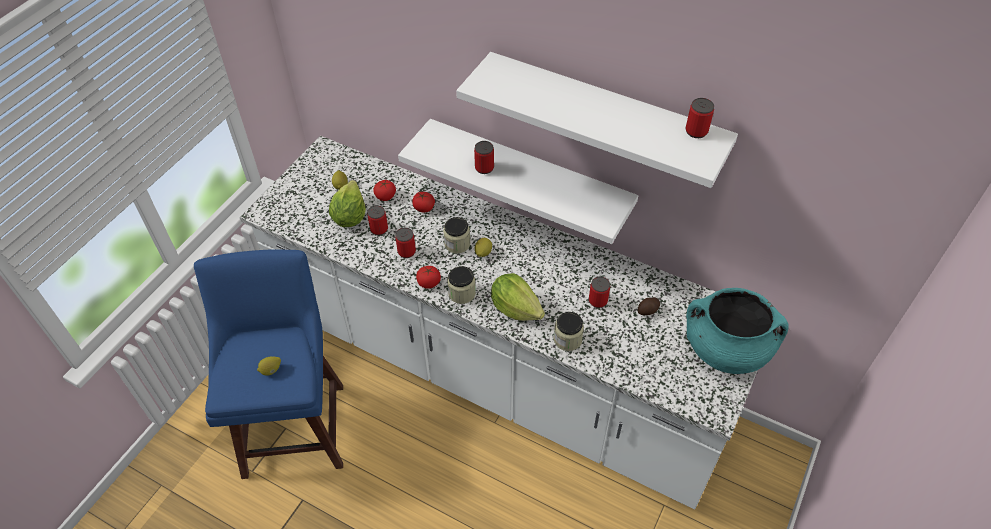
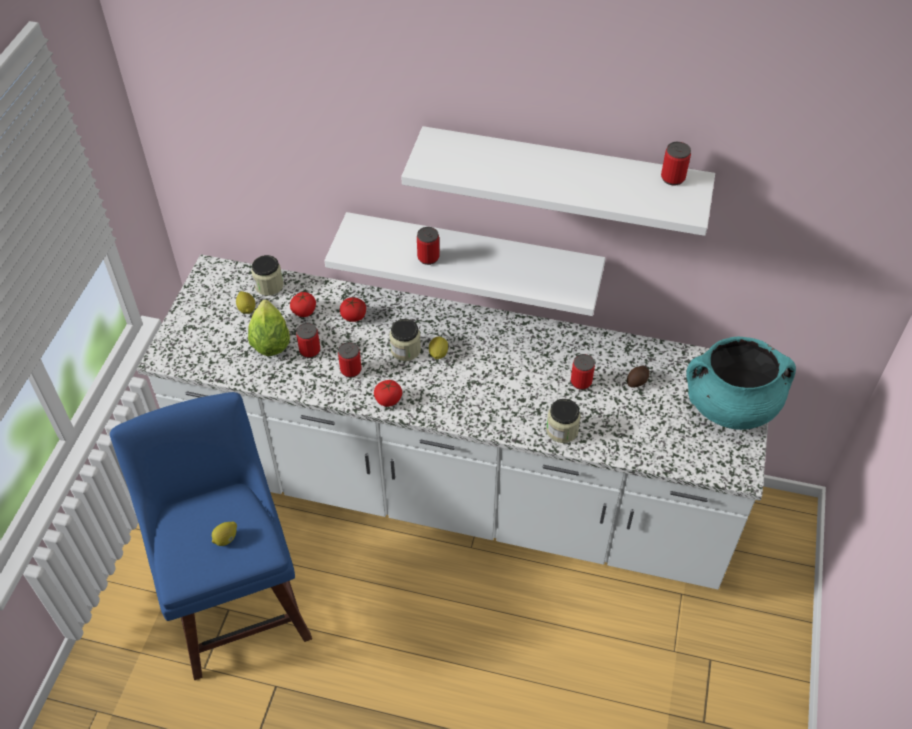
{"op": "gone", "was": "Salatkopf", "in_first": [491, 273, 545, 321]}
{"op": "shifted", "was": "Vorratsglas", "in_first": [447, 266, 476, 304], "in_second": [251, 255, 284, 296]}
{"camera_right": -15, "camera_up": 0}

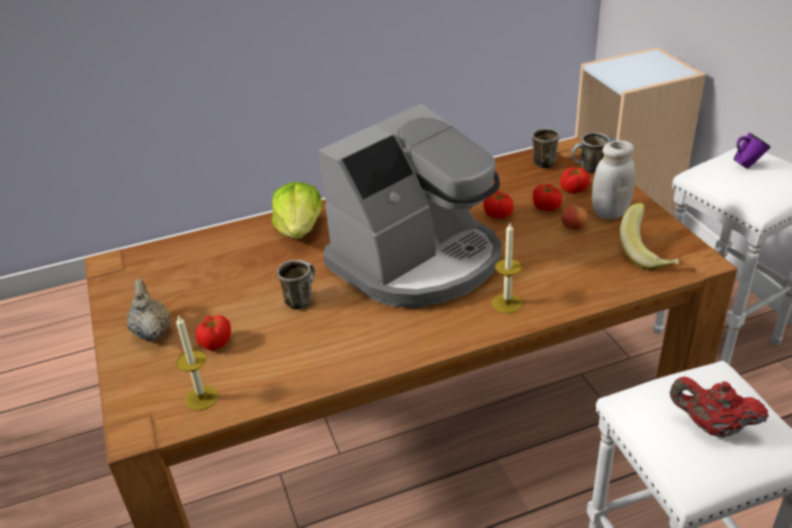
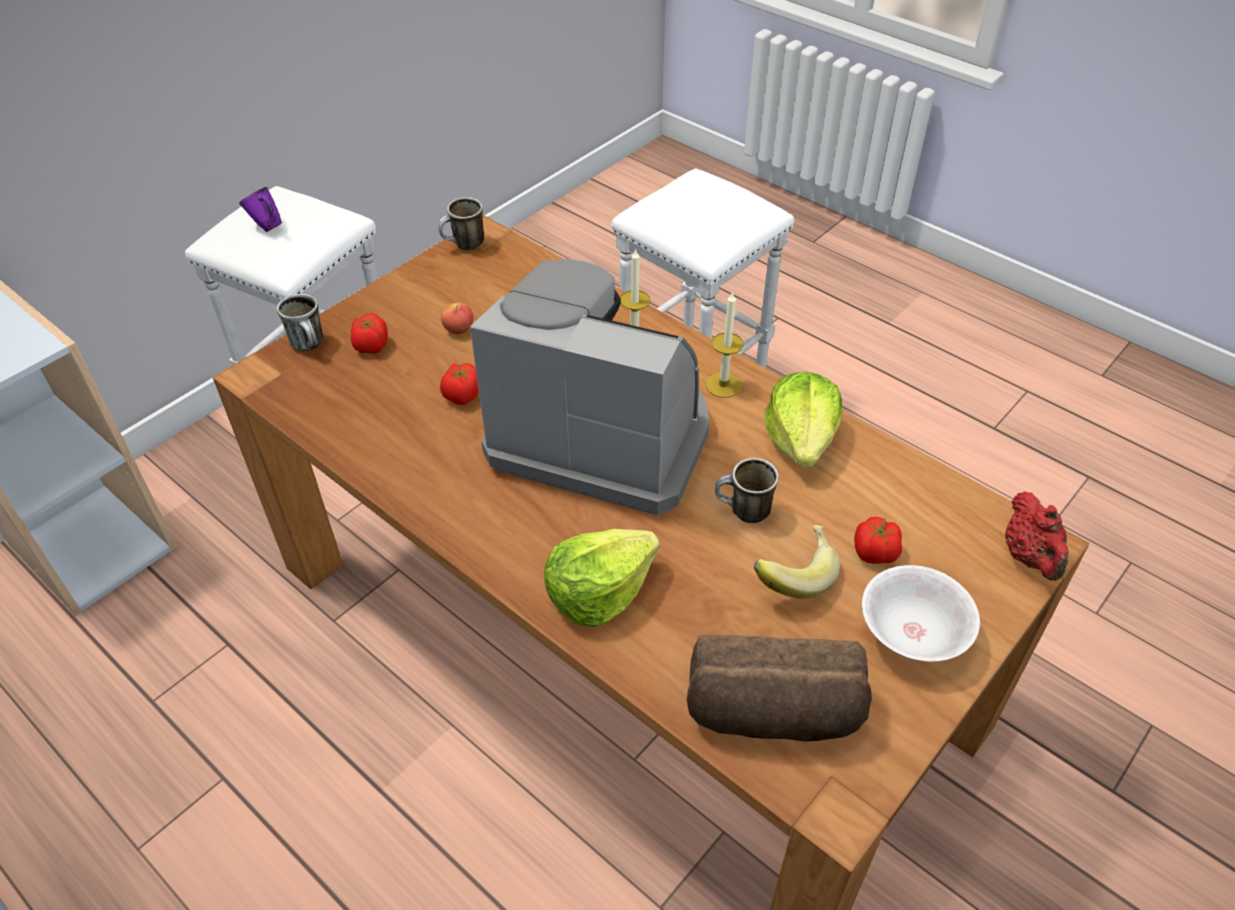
{"op": "gone", "was": "Tomate", "in_first": [533, 183, 562, 212]}
{"op": "gone", "was": "Vorratsglas (weiß)", "in_first": [592, 140, 635, 219]}
{"op": "new", "now": "Brot", "in_second": [687, 635, 872, 742]}
{"op": "new", "now": "Salatkopf", "in_second": [764, 371, 842, 467]}
{"op": "shifted", "was": "Kerze", "in_first": [176, 315, 219, 411], "in_second": [706, 291, 744, 398]}
{"op": "shifted", "was": "Henkelbecher", "in_first": [532, 128, 560, 168], "in_second": [438, 197, 484, 251]}
{"op": "shifted", "was": "Banane", "in_first": [620, 203, 679, 270], "in_second": [754, 525, 840, 599]}
{"op": "shifted", "was": "Teekanne (rot)", "in_first": [670, 377, 769, 438], "in_second": [1005, 491, 1069, 581]}
{"op": "swapped", "was": "Teekanne (beige)", "now": "Schüssel (weiß)", "in_first": [127, 278, 170, 341], "in_second": [862, 565, 980, 661]}
{"camera_right": -120, "camera_up": 10}

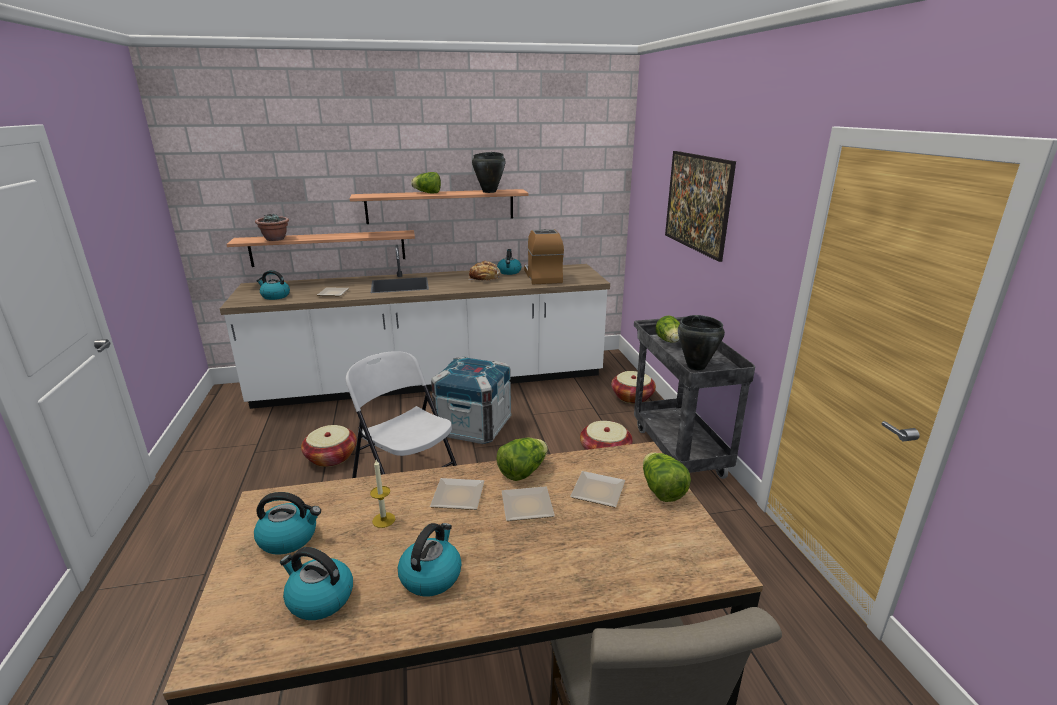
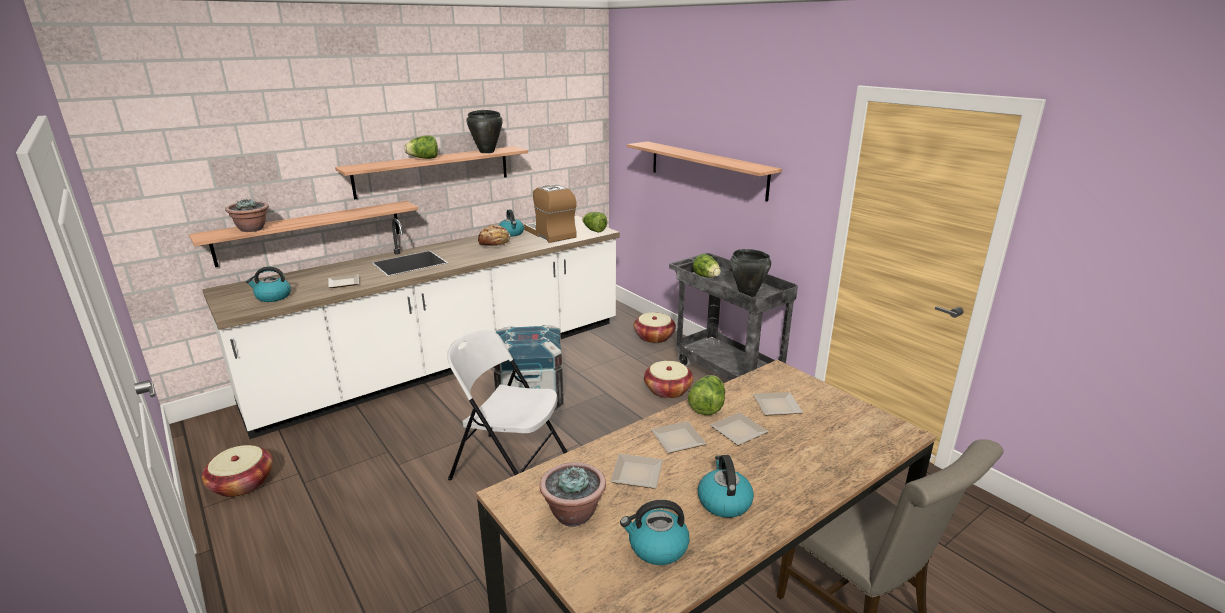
{"op": "shifted", "was": "Korb", "in_first": [301, 425, 357, 467], "in_second": [202, 445, 273, 497]}
{"op": "shifted", "was": "Salatkopf", "in_first": [643, 453, 691, 502], "in_second": [582, 212, 607, 233]}
{"op": "swapped", "was": "Wasserkessel", "now": "Topfpflanze", "in_first": [254, 492, 321, 555], "in_second": [540, 462, 606, 527]}
{"op": "swapped", "was": "Kerze", "now": "Teller", "in_first": [370, 460, 395, 528], "in_second": [610, 454, 663, 489]}
{"op": "swapped", "was": "Bild", "now": "Wandregal", "in_first": [665, 151, 736, 262], "in_second": [627, 142, 782, 201]}
{"camera_right": -25, "camera_up": 0}

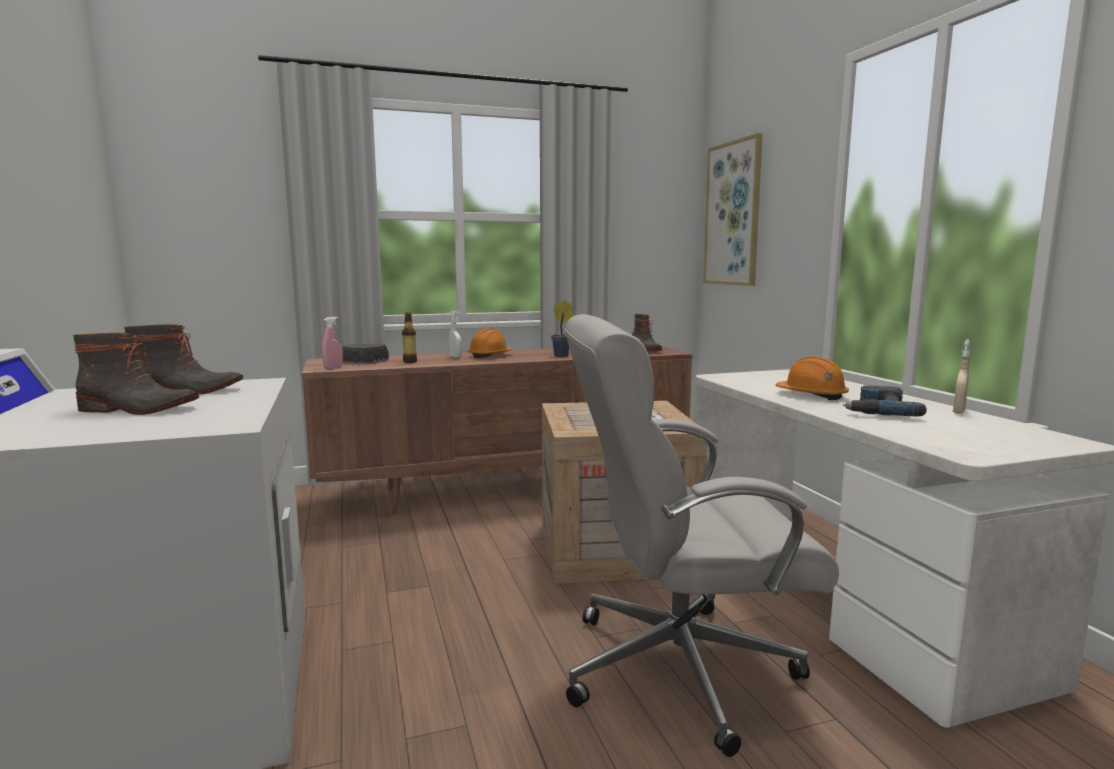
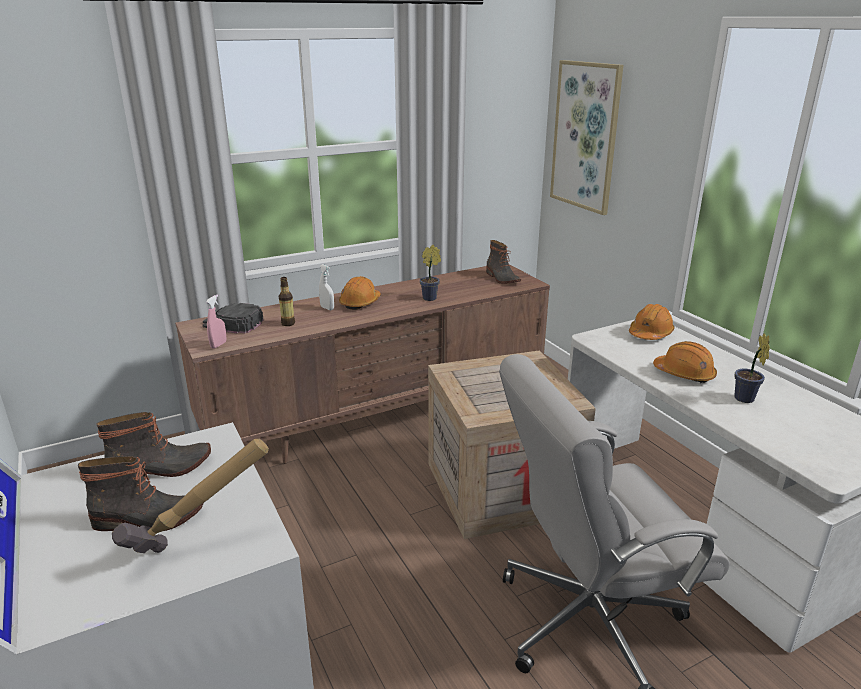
{"op": "gone", "was": "Sprühflasche (beige)", "in_first": [953, 339, 970, 414]}
{"op": "new", "now": "Hammer", "in_second": [112, 439, 269, 553]}
{"op": "new", "now": "Schutzhelm (orange)", "in_second": [629, 304, 675, 340]}
{"op": "swapped", "was": "Bohrmaschine", "now": "Topfpflanze", "in_first": [843, 385, 927, 416], "in_second": [734, 333, 770, 403]}
{"camera_right": -10, "camera_up": 15}

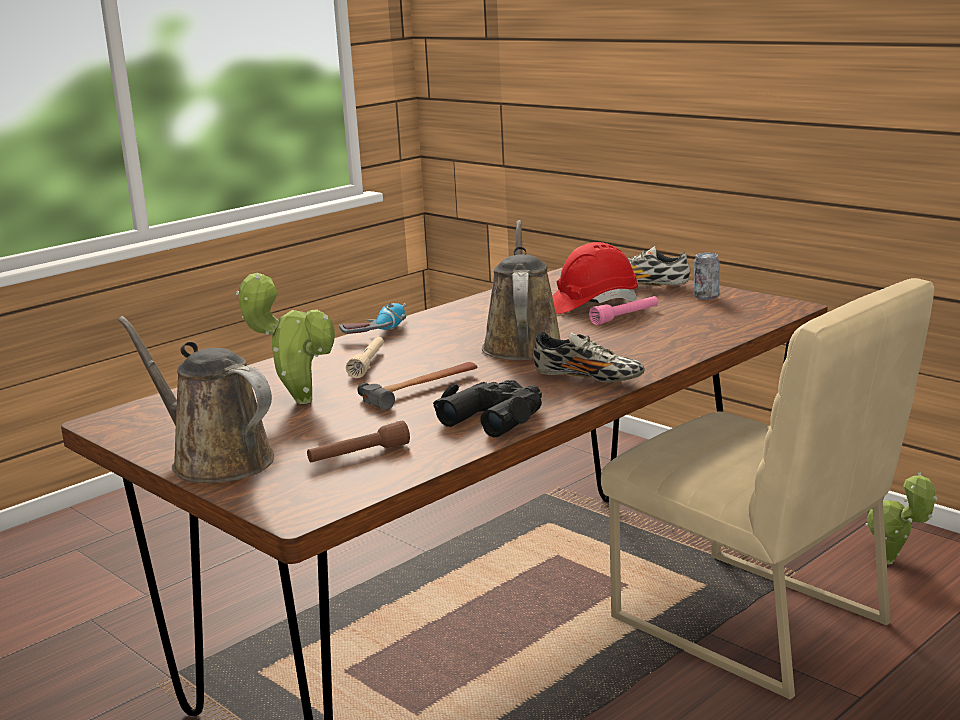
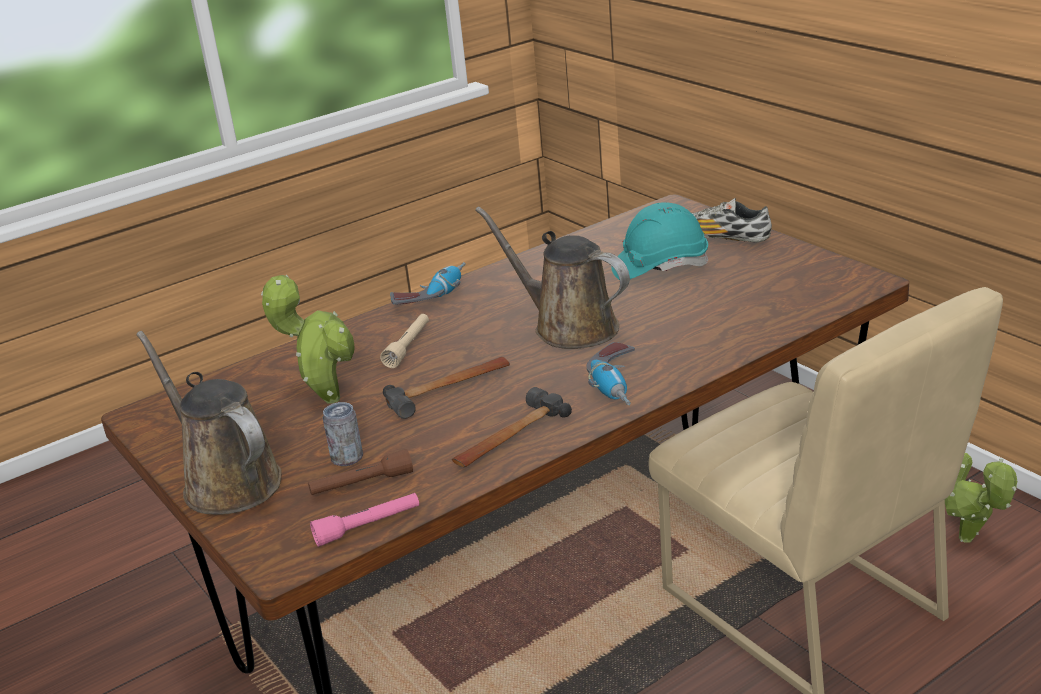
{"op": "shifted", "was": "Taschenlampe (rosa)", "in_first": [589, 296, 658, 325], "in_second": [310, 493, 419, 547]}
{"op": "shifted", "was": "Dose", "in_first": [694, 253, 719, 300], "in_second": [323, 402, 363, 466]}
{"op": "swapped", "was": "Fernglas (schwarz)", "now": "Hammer", "in_first": [433, 380, 542, 437], "in_second": [452, 387, 572, 467]}
{"op": "swapped", "was": "Schuh", "now": "Bohrmaschine", "in_first": [533, 332, 645, 382], "in_second": [587, 342, 635, 405]}
{"op": "repainted", "was": "Schutzhelm (rot)", "now": "Schutzhelm (türkis)", "in_first": [552, 242, 638, 314], "in_second": [612, 202, 708, 280]}
{"op": "rotated", "was": "Gießkanne (braun)", "in_first": [482, 220, 561, 360], "in_second": [475, 207, 630, 349], "clockwise": -60}
{"camera_right": 10, "camera_up": 10}

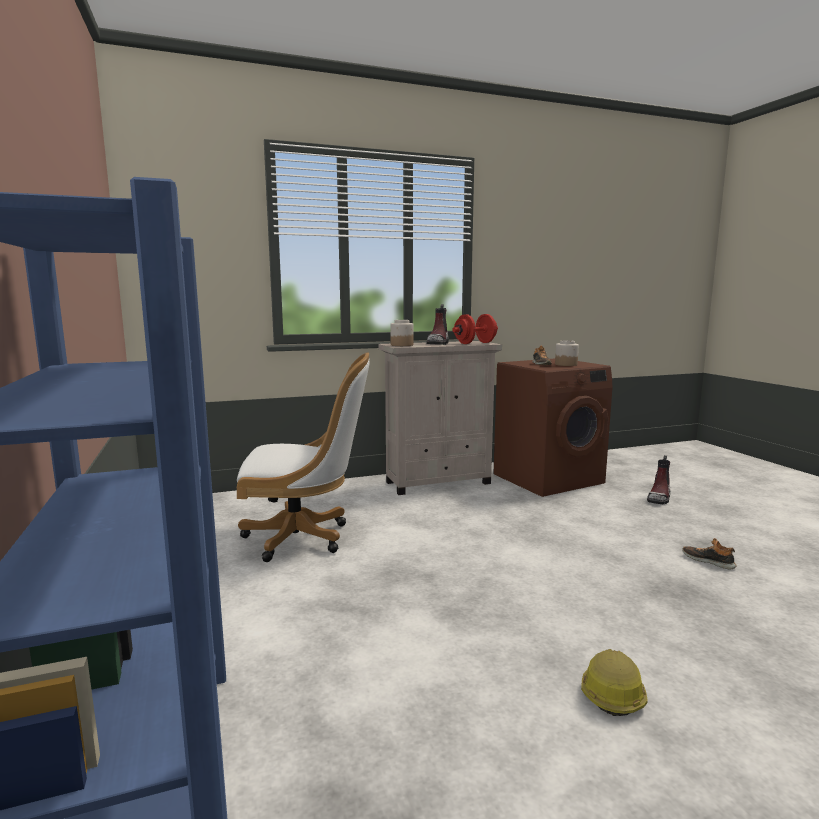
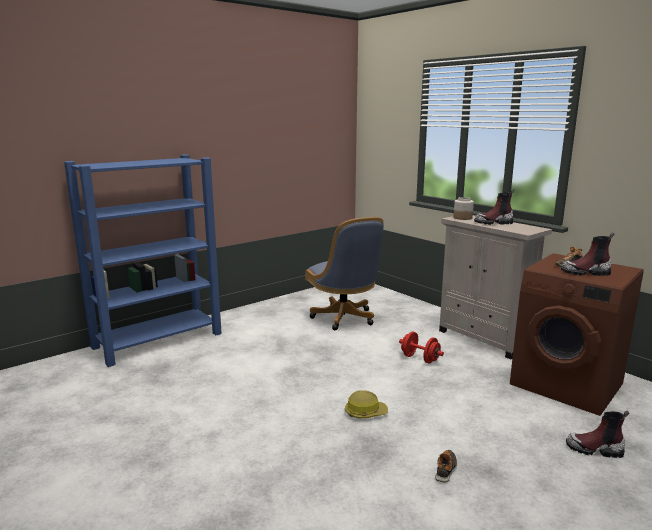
{"op": "shifted", "was": "Hantel (rot)", "in_first": [452, 314, 498, 344], "in_second": [399, 332, 444, 364]}
{"op": "shifted", "was": "Schutzhelm", "in_first": [581, 649, 648, 716], "in_second": [345, 390, 388, 418]}
{"op": "swapped", "was": "Vorratsglas", "now": "Stiefel", "in_first": [555, 340, 579, 366], "in_second": [561, 233, 615, 276]}
{"op": "repainted", "was": "Bürostuhl (weiß)", "now": "Bürostuhl (blau)", "in_first": [237, 353, 370, 562], "in_second": [305, 217, 384, 330]}
{"camera_right": 70, "camera_up": 5}

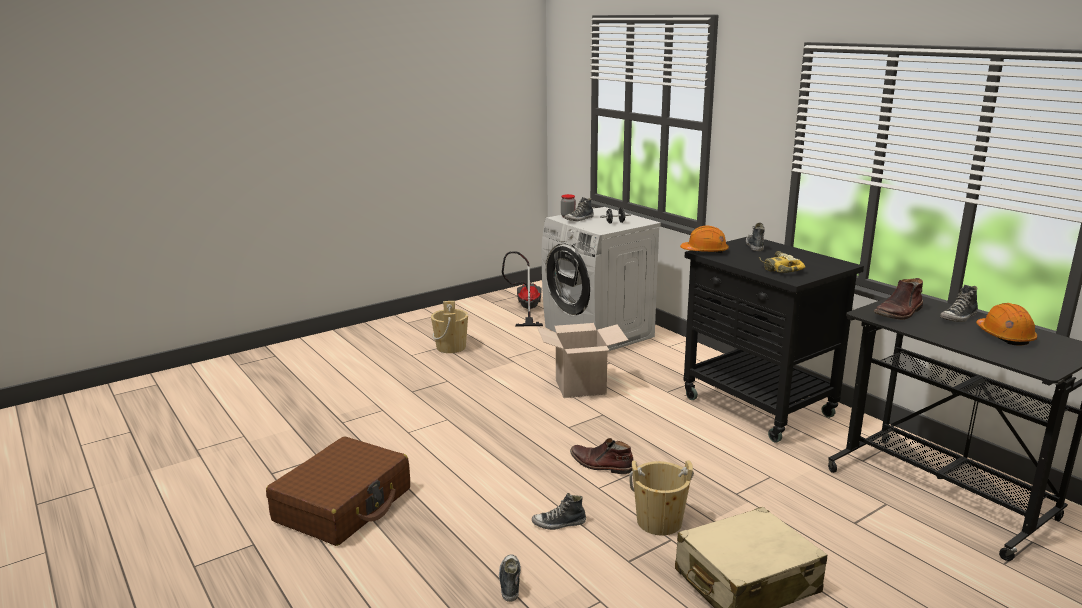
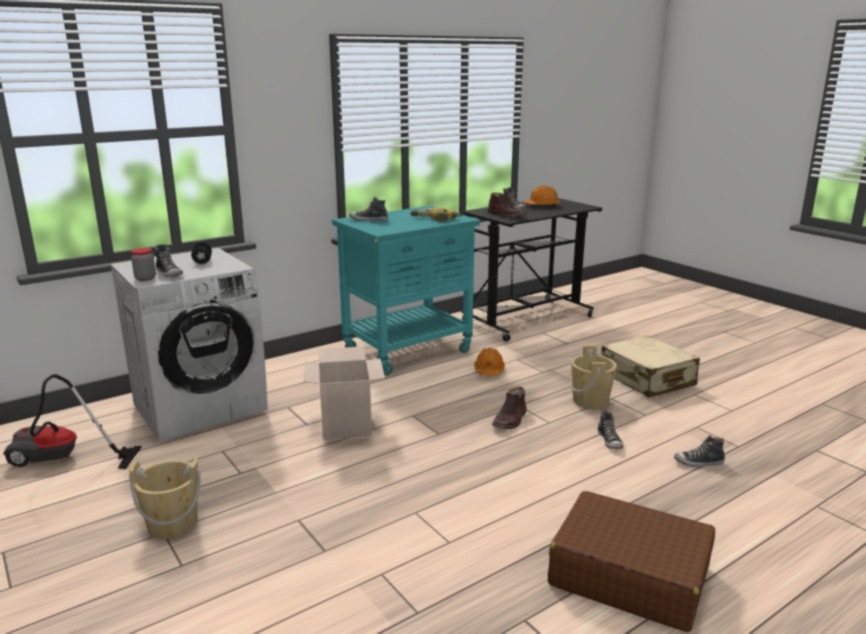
{"op": "shifted", "was": "Schutzhelm (orange)", "in_first": [680, 226, 729, 254], "in_second": [474, 347, 505, 376]}
{"op": "repainted", "was": "Rollwagen (schwarz)", "now": "Rollwagen (türkis)", "in_first": [684, 237, 864, 443], "in_second": [332, 206, 480, 375]}
{"camera_right": -90, "camera_up": 0}

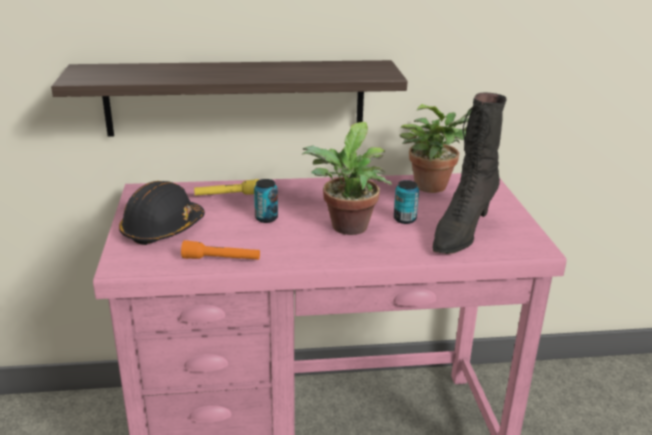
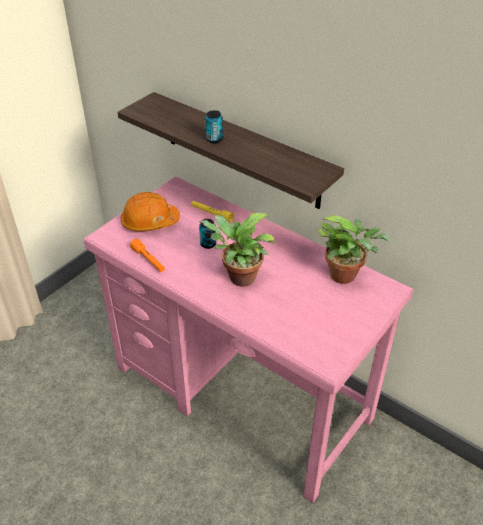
{"op": "gone", "was": "Stiefel (schwarz)", "in_first": [432, 93, 506, 254]}
{"op": "shifted", "was": "Dose", "in_first": [394, 180, 419, 224], "in_second": [205, 110, 223, 143]}
{"op": "repainted", "was": "Schutzhelm (schwarz)", "now": "Schutzhelm (orange)", "in_first": [119, 181, 205, 245], "in_second": [121, 192, 180, 231]}
{"camera_right": 45, "camera_up": 15}

